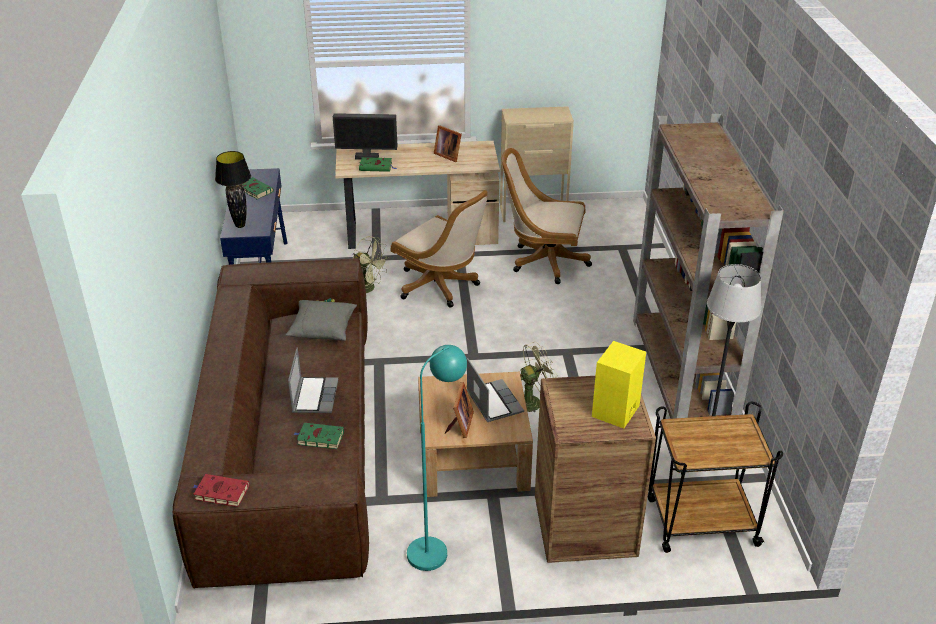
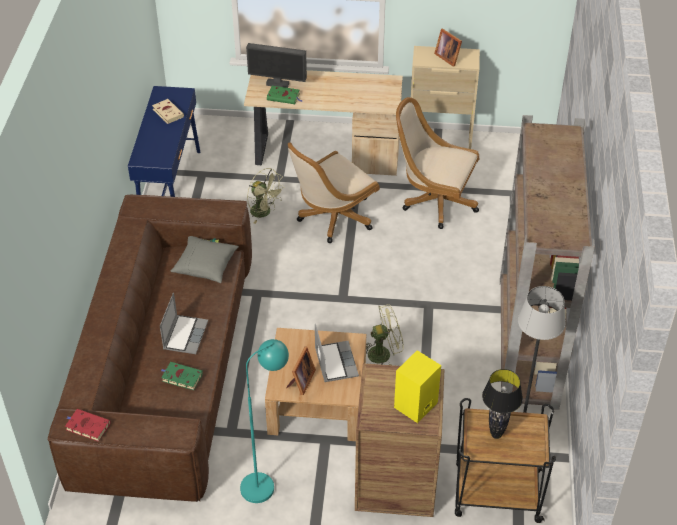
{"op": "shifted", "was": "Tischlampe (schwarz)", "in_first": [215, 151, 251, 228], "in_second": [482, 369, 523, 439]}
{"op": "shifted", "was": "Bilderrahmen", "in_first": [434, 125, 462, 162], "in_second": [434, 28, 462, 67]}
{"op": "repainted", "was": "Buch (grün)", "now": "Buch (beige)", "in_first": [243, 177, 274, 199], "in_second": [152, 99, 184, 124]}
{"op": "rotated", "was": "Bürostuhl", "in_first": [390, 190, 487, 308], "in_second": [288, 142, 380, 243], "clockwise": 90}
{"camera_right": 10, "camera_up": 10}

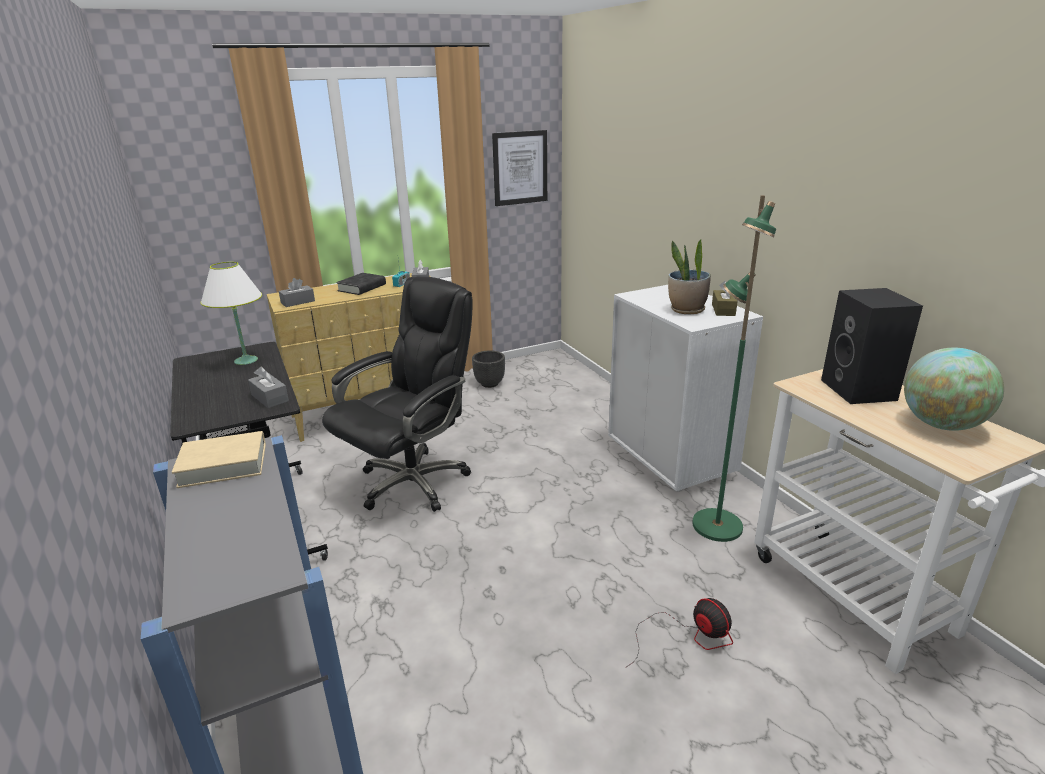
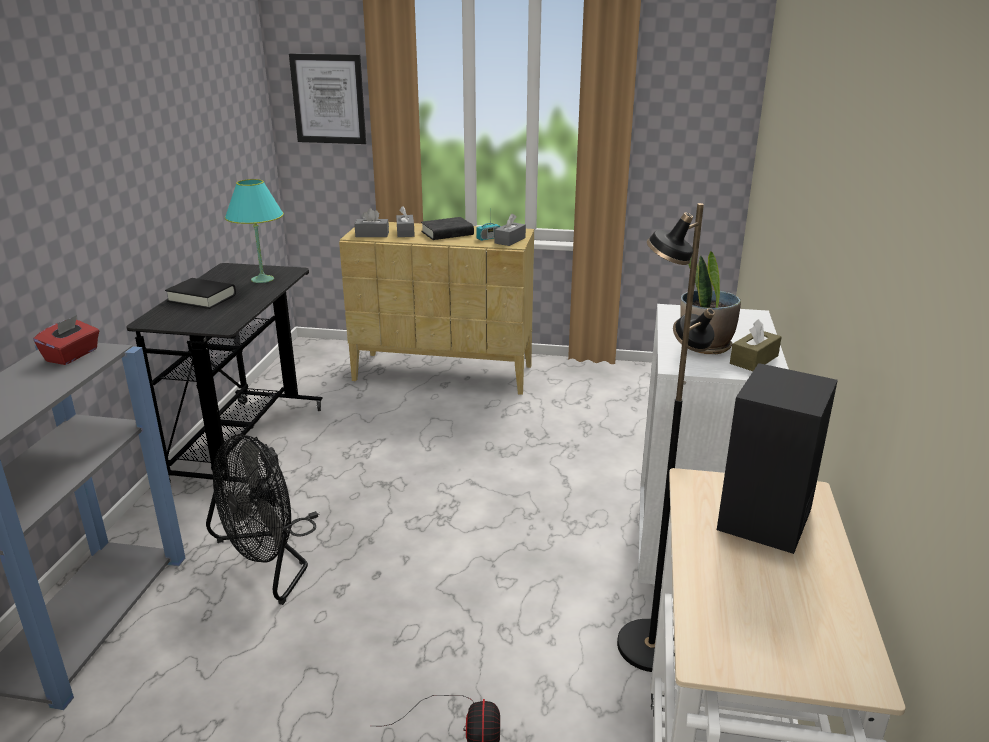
{"op": "gone", "was": "Bürostuhl (schwarz)", "in_first": [322, 276, 473, 512]}
{"op": "gone", "was": "Pflanzkübel (schwarz)", "in_first": [472, 350, 505, 388]}
{"op": "gone", "was": "Globus", "in_first": [904, 348, 1004, 431]}
{"op": "new", "now": "Buch (schwarz)", "in_second": [165, 278, 236, 309]}
{"op": "new", "now": "Ventilator (schwarz)", "in_second": [206, 434, 320, 605]}
{"op": "shifted", "was": "Taschentuchbox (grau)", "in_first": [248, 367, 289, 408], "in_second": [396, 206, 415, 237]}
{"op": "shifted", "was": "Bild", "in_first": [492, 130, 547, 206], "in_second": [289, 53, 366, 144]}
{"op": "swapped", "was": "Buch (beige)", "now": "Taschentuchbox (rot)", "in_first": [172, 431, 266, 488], "in_second": [33, 315, 99, 365]}
{"op": "repainted", "was": "Tischlampe (weiß)", "now": "Tischlampe (türkis)", "in_first": [200, 262, 262, 365], "in_second": [225, 179, 284, 283]}
{"op": "repainted", "was": "Stehlampe (grün)", "now": "Stehlampe (schwarz)", "in_first": [692, 195, 776, 542], "in_second": [617, 203, 715, 672]}
{"camera_right": 35, "camera_up": 0}

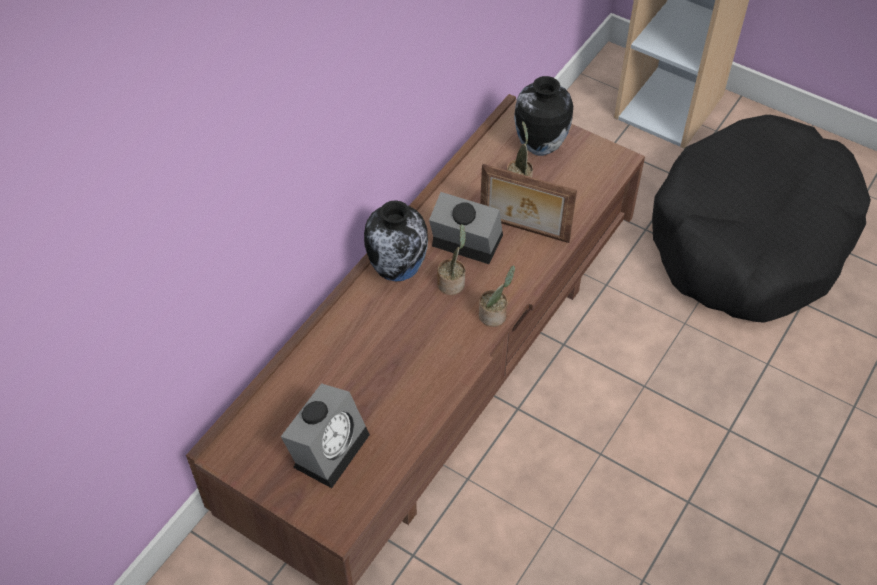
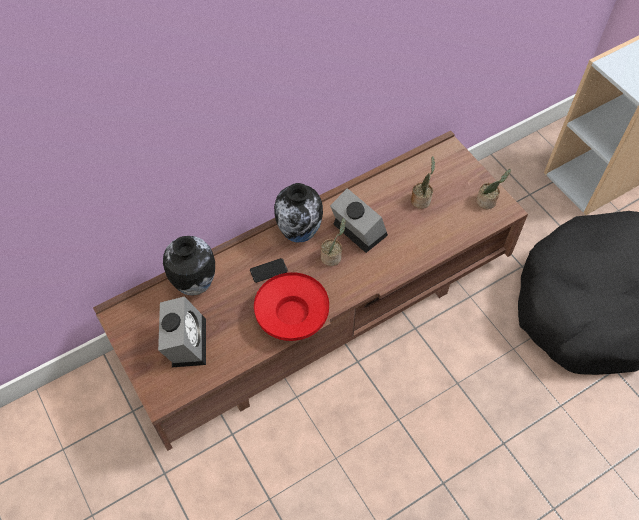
{"op": "gone", "was": "Bilderrahmen", "in_first": [480, 164, 577, 243]}
{"op": "new", "now": "Handy", "in_second": [250, 258, 288, 283]}
{"op": "new", "now": "Schüssel (rot)", "in_second": [254, 272, 329, 341]}
{"op": "shifted", "was": "Topfpflanze", "in_first": [479, 265, 515, 327], "in_second": [476, 169, 511, 209]}
{"op": "shifted", "was": "Vase", "in_first": [514, 76, 573, 156], "in_second": [163, 236, 215, 296]}
{"op": "rotated", "was": "Wecker", "in_first": [281, 383, 370, 488], "in_second": [158, 296, 206, 367], "clockwise": -60}
{"camera_right": 25, "camera_up": 5}

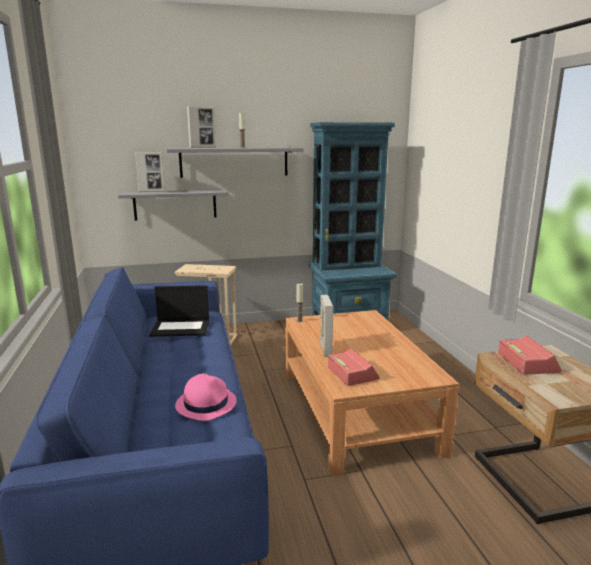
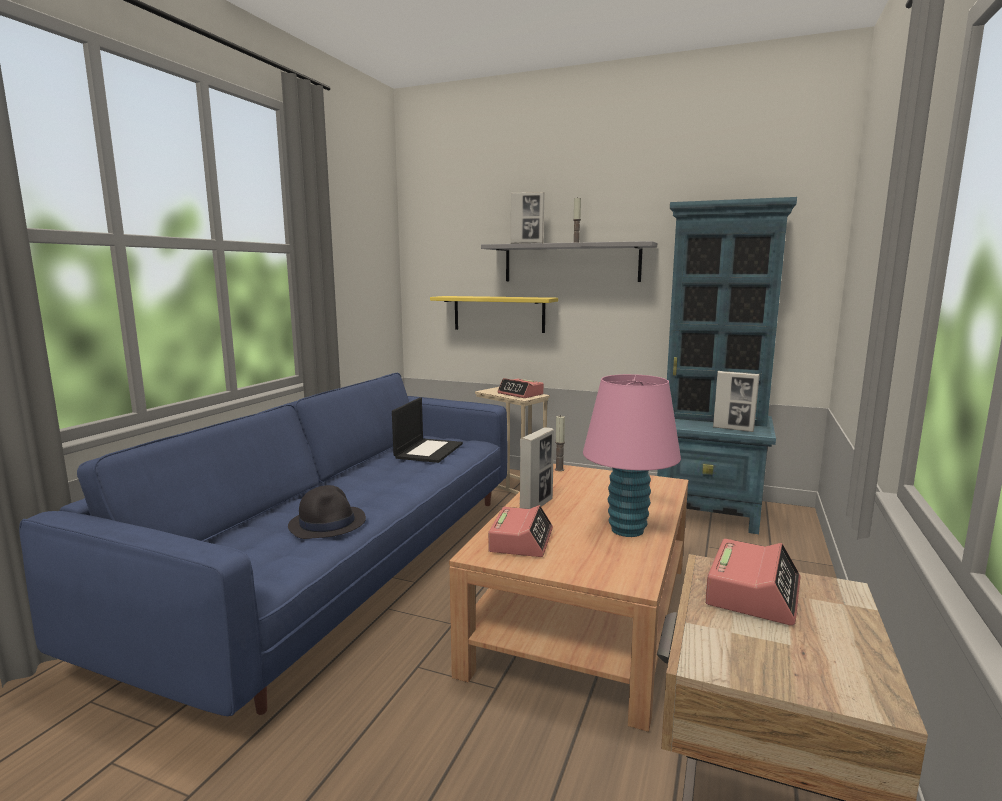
{"op": "new", "now": "Wecker", "in_second": [497, 378, 544, 398]}
{"op": "new", "now": "Tischlampe (rosa)", "in_second": [583, 374, 681, 537]}
{"op": "shifted", "was": "Bilderrahmen", "in_first": [135, 152, 166, 192], "in_second": [713, 371, 760, 432]}
{"op": "repainted", "was": "Wandregal (grau)", "now": "Wandregal (gelb)", "in_first": [118, 189, 228, 221], "in_second": [430, 296, 558, 333]}
{"op": "repainted", "was": "Hut (rosa)", "now": "Hut (schwarz)", "in_first": [175, 373, 237, 421], "in_second": [288, 485, 366, 539]}
{"op": "rotated", "was": "Laptop", "in_first": [149, 285, 210, 337], "in_second": [392, 397, 463, 463], "clockwise": -105}
{"camera_right": 35, "camera_up": -5}

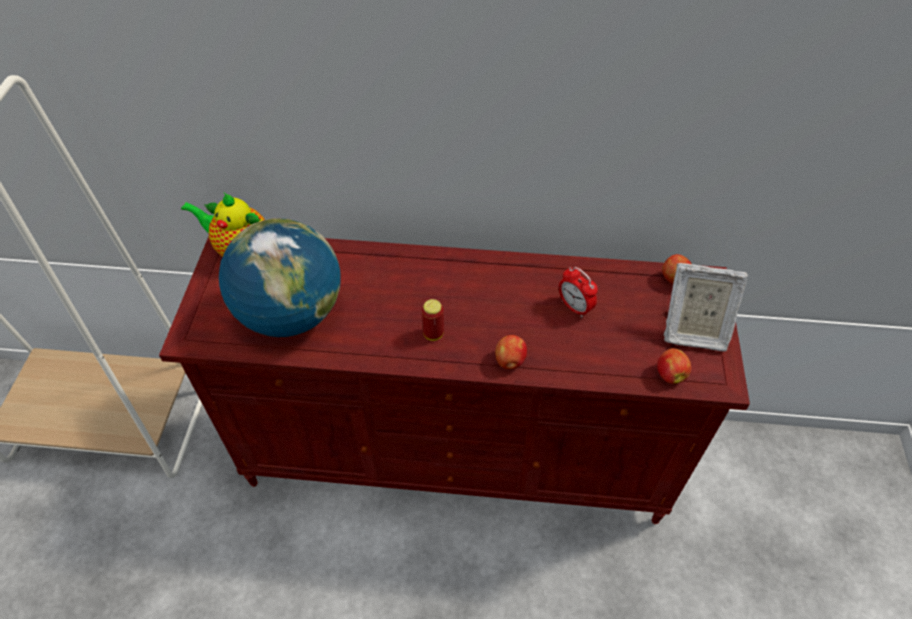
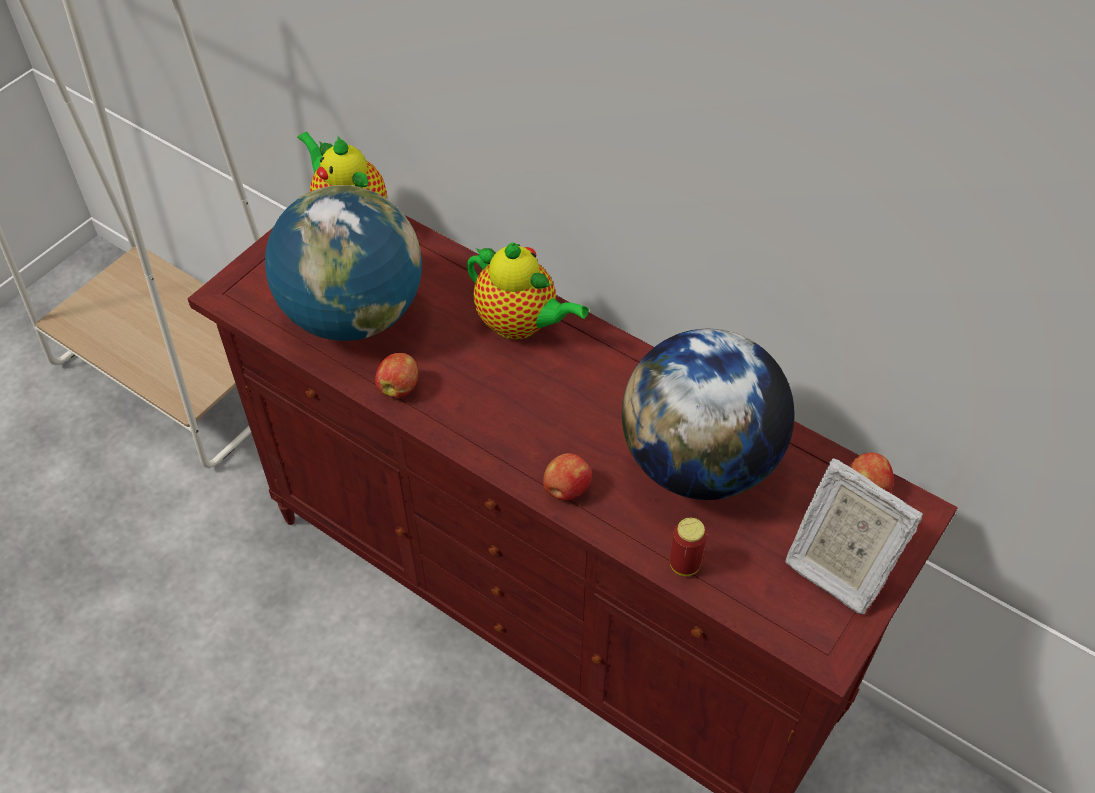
{"op": "new", "now": "Teekanne", "in_second": [467, 243, 589, 340]}
{"op": "shifted", "was": "Dose", "in_first": [422, 299, 444, 341], "in_second": [670, 518, 707, 576]}
{"op": "shifted", "was": "Apfel", "in_first": [657, 348, 691, 384], "in_second": [375, 353, 418, 398]}
{"op": "swapped", "was": "Wecker", "now": "Globus", "in_first": [559, 267, 598, 317], "in_second": [622, 329, 795, 500]}
{"camera_right": 30, "camera_up": 0}

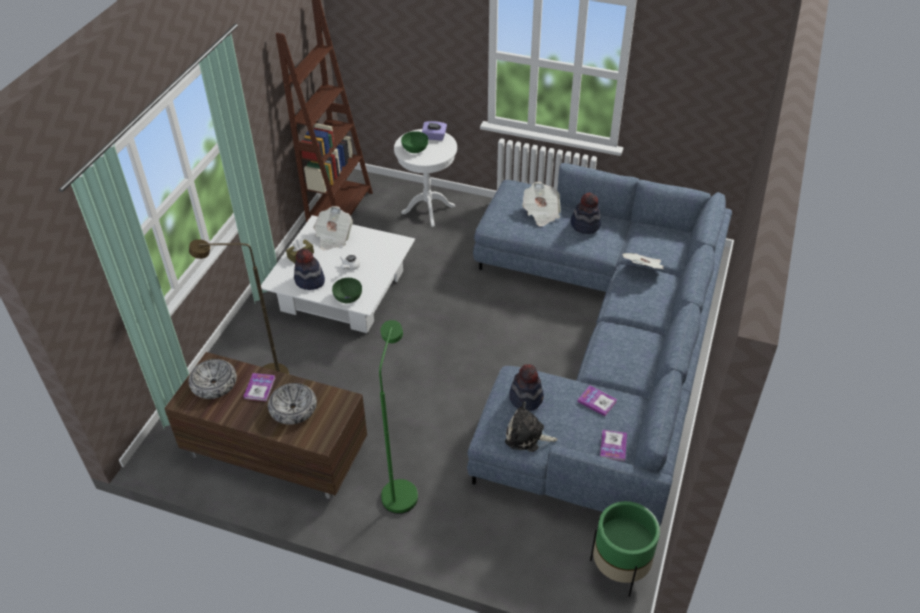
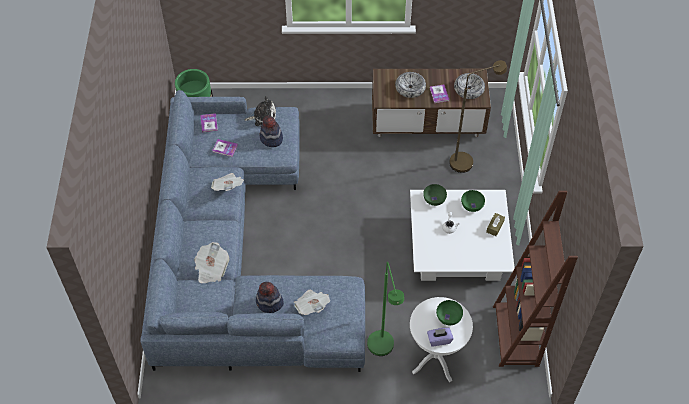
{"op": "shifted", "was": "Zeitung", "in_first": [314, 206, 353, 250], "in_second": [211, 173, 244, 191]}
{"op": "shifted", "was": "Stehlampe (grün)", "in_first": [379, 320, 418, 514], "in_second": [367, 262, 404, 356]}
{"op": "swapped", "was": "Hut", "now": "Schüssel (grün)", "in_first": [294, 248, 325, 290], "in_second": [461, 190, 485, 212]}
{"camera_right": 160, "camera_up": 10}

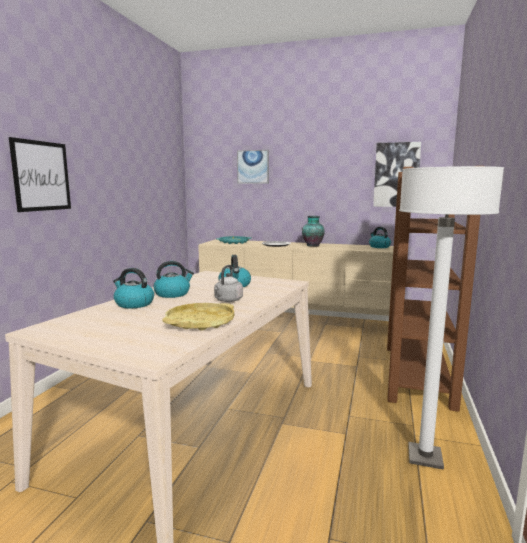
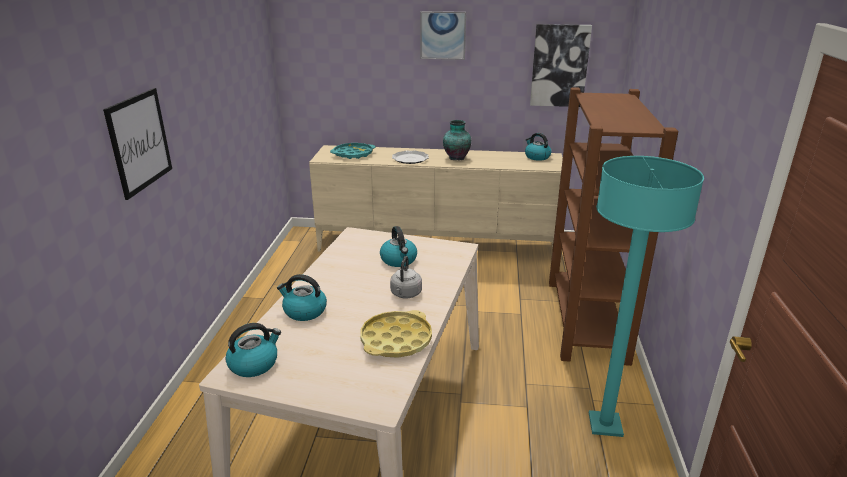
{"op": "shifted", "was": "Wasserkessel", "in_first": [154, 261, 194, 298], "in_second": [225, 323, 281, 377]}
{"op": "shifted", "was": "Bild", "in_first": [237, 150, 269, 184], "in_second": [420, 11, 466, 60]}
{"op": "repainted", "was": "Stehlampe (weiß)", "now": "Stehlampe (türkis)", "in_first": [399, 166, 504, 470], "in_second": [589, 156, 704, 437]}
{"camera_right": -10, "camera_up": 15}

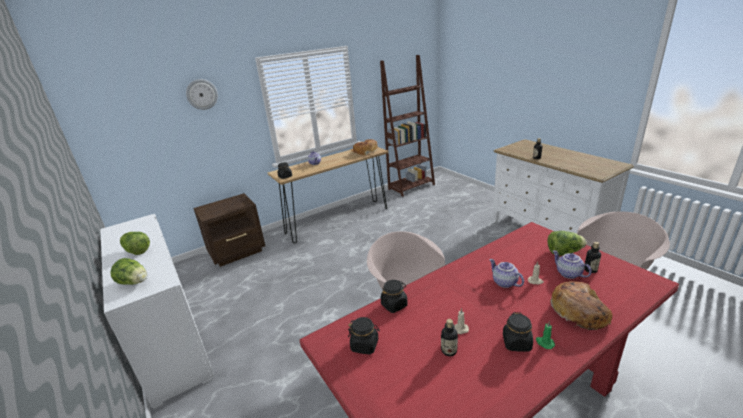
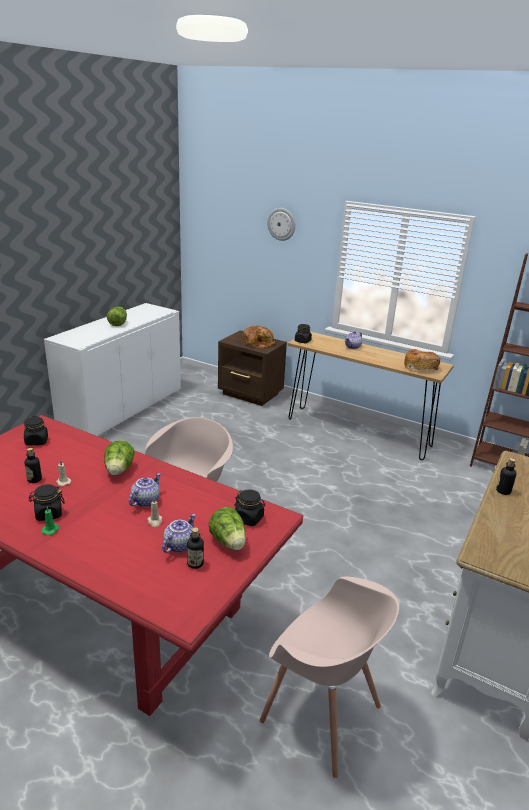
{"op": "shifted", "was": "Salatkopf", "in_first": [110, 258, 147, 285], "in_second": [104, 440, 135, 476]}
{"op": "shifted", "was": "Vorratsglas (schwarz)", "in_first": [381, 280, 408, 313], "in_second": [234, 490, 265, 526]}
{"op": "shifted", "was": "Brot", "in_first": [550, 281, 613, 330], "in_second": [244, 325, 275, 348]}
{"camera_right": 60, "camera_up": 0}

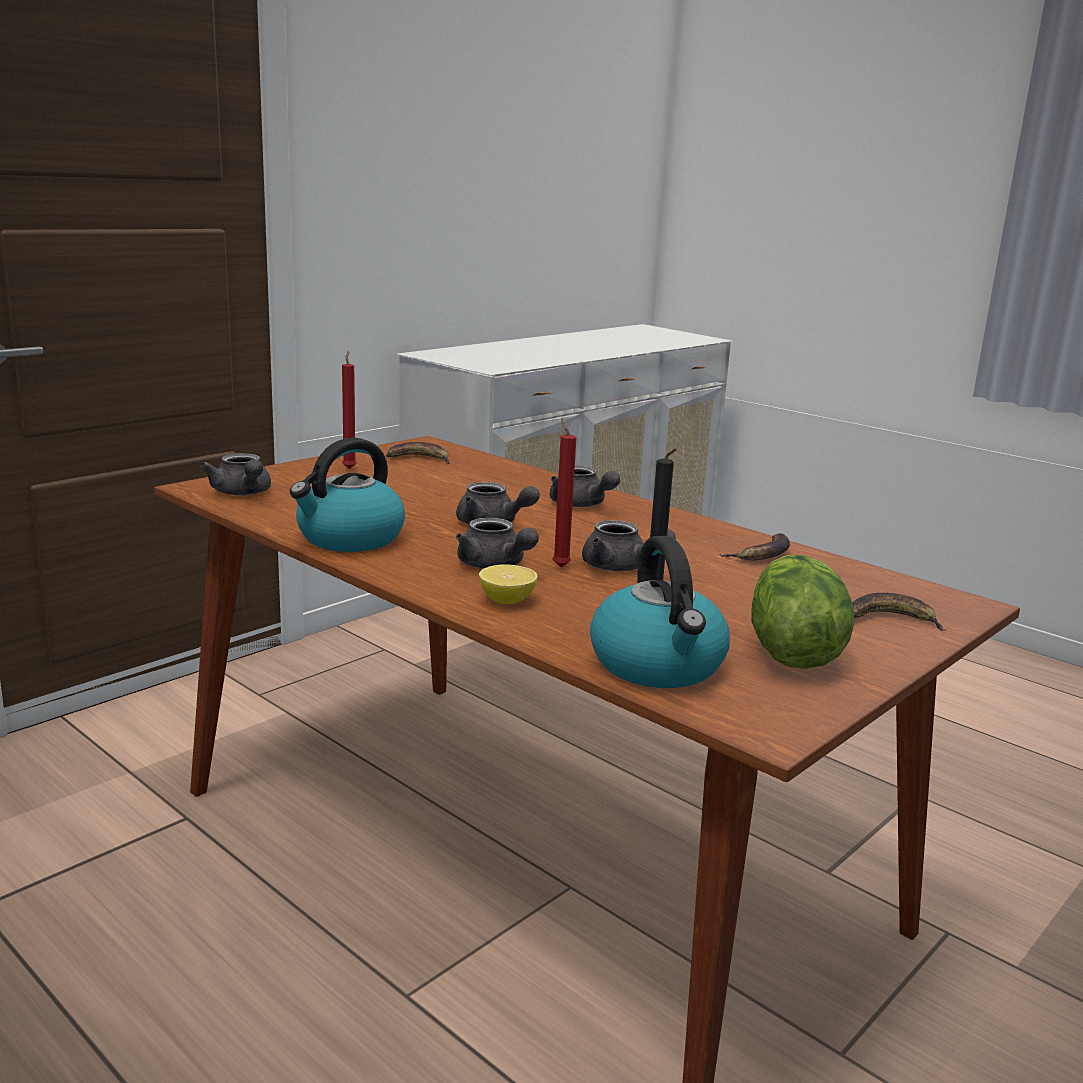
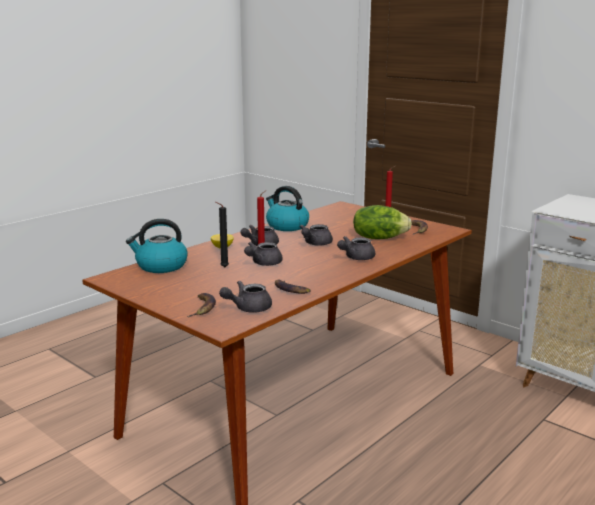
{"op": "shifted", "was": "Teekanne (grau)", "in_first": [201, 453, 271, 496], "in_second": [219, 281, 272, 313]}
{"op": "shifted", "was": "Salatkopf", "in_first": [752, 555, 854, 669], "in_second": [353, 205, 412, 239]}
{"camera_right": 90, "camera_up": 0}

